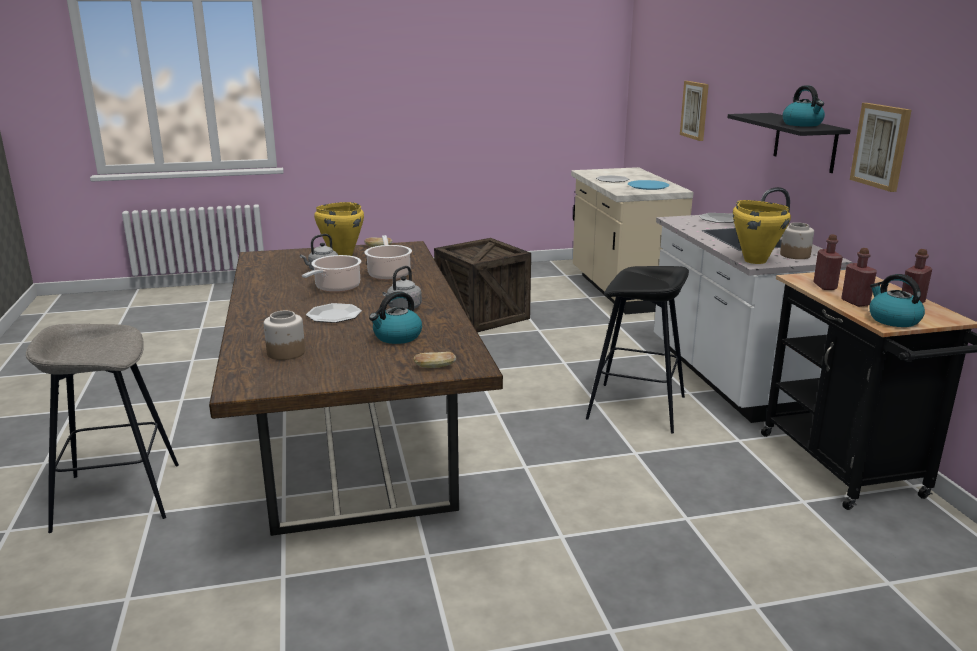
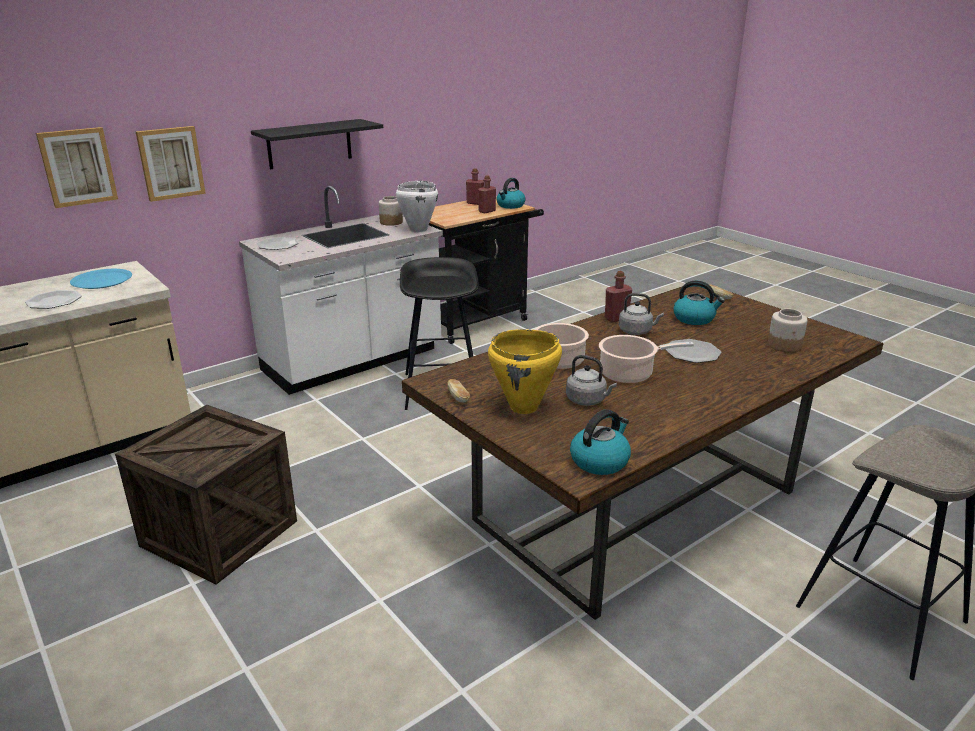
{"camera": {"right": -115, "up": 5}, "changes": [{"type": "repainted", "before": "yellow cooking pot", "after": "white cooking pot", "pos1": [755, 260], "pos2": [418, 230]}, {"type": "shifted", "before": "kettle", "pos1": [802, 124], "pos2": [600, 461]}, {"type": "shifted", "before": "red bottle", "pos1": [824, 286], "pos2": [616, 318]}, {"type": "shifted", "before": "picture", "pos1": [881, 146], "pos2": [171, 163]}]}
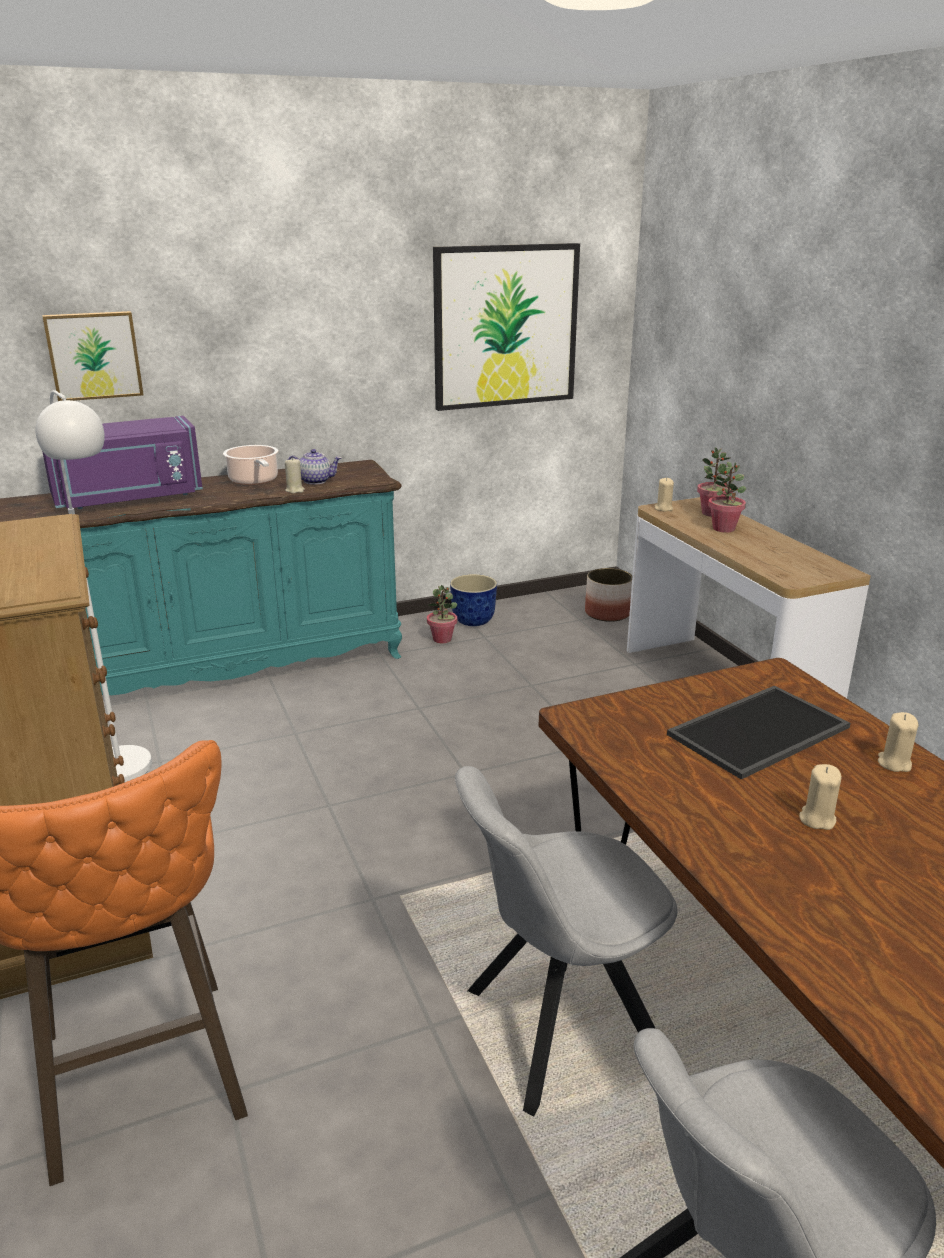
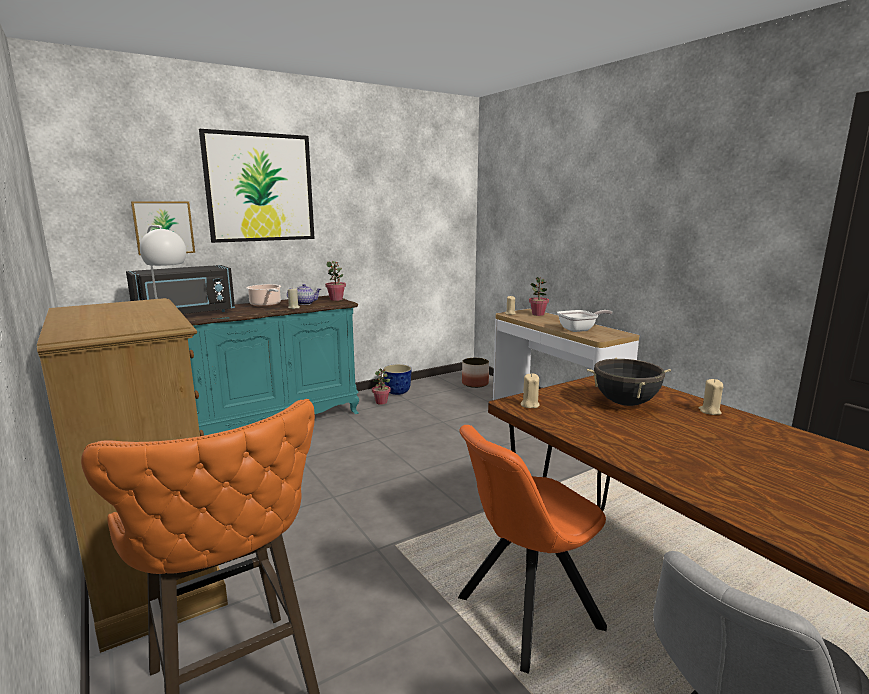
{"camera": {"right": -10, "up": -10}, "changes": [{"type": "repainted", "before": "purple microwave", "after": "black microwave", "pos1": [129, 498], "pos2": [186, 314]}, {"type": "shifted", "before": "picture", "pos1": [505, 326], "pos2": [260, 188]}, {"type": "repainted", "before": "grey chair", "after": "orange chair", "pos1": [559, 1029], "pos2": [526, 614]}, {"type": "swapped", "before": "tray", "after": "black cooking pot", "pos1": [759, 733], "pos2": [625, 403]}, {"type": "shifted", "before": "potted plant", "pos1": [724, 529], "pos2": [336, 299]}, {"type": "shifted", "before": "beige candle", "pos1": [817, 819], "pos2": [529, 405]}, {"type": "new", "after": "frying pan", "pos2": [580, 329]}]}
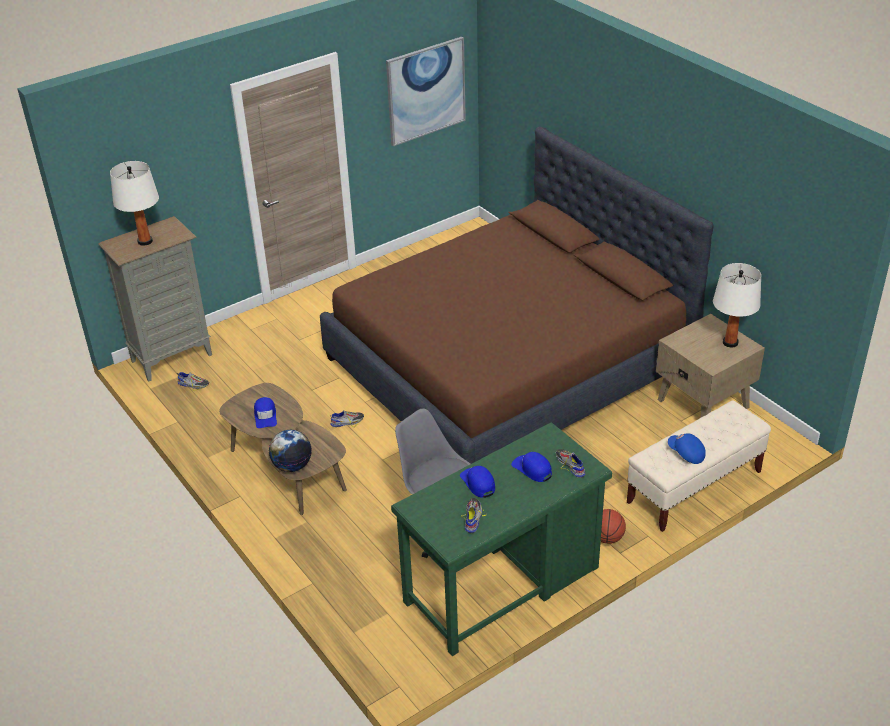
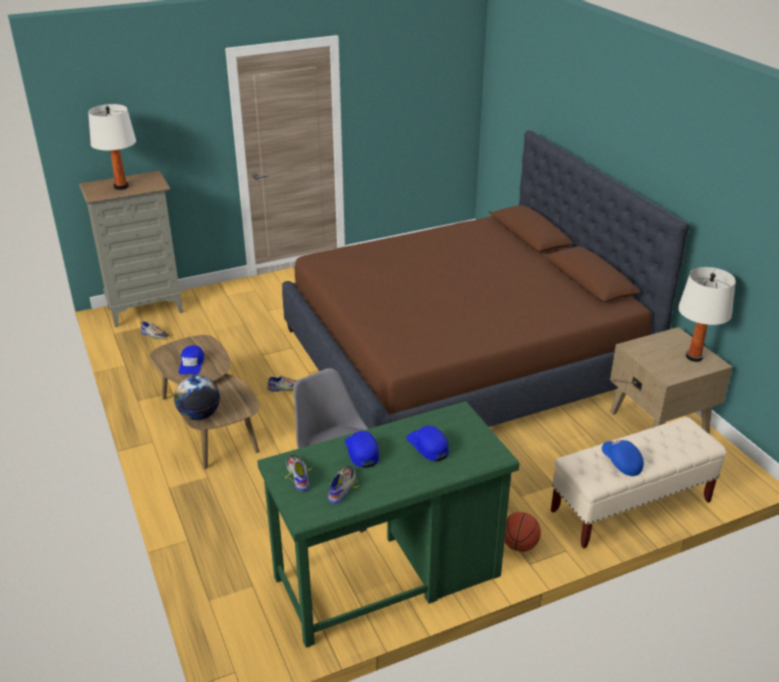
{"camera": {"right": 10, "up": -5}, "changes": [{"type": "gone", "before": "picture", "pos1": [426, 91]}, {"type": "shifted", "before": "shoe", "pos1": [570, 465], "pos2": [298, 475]}]}
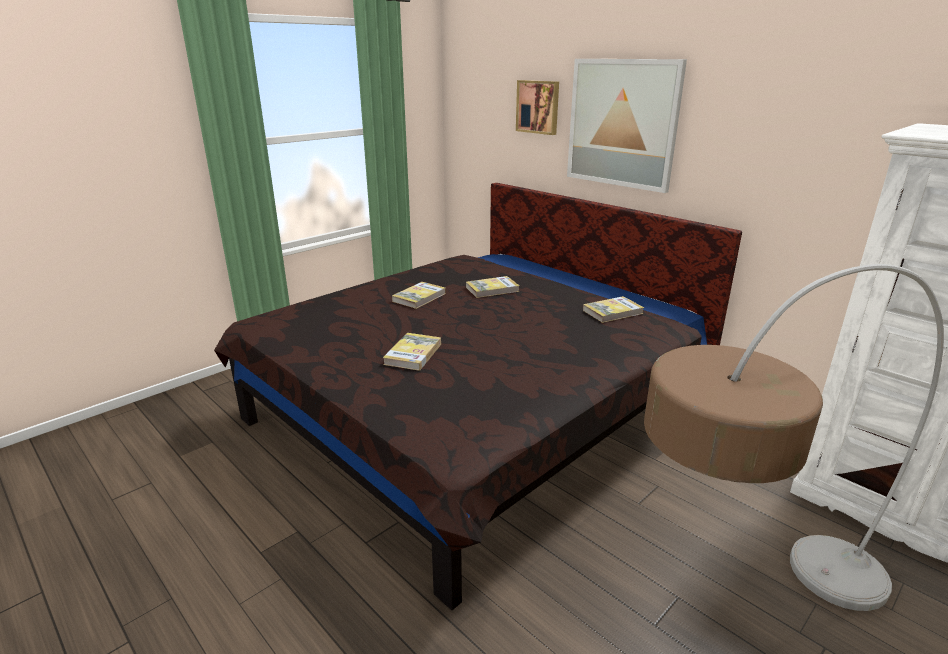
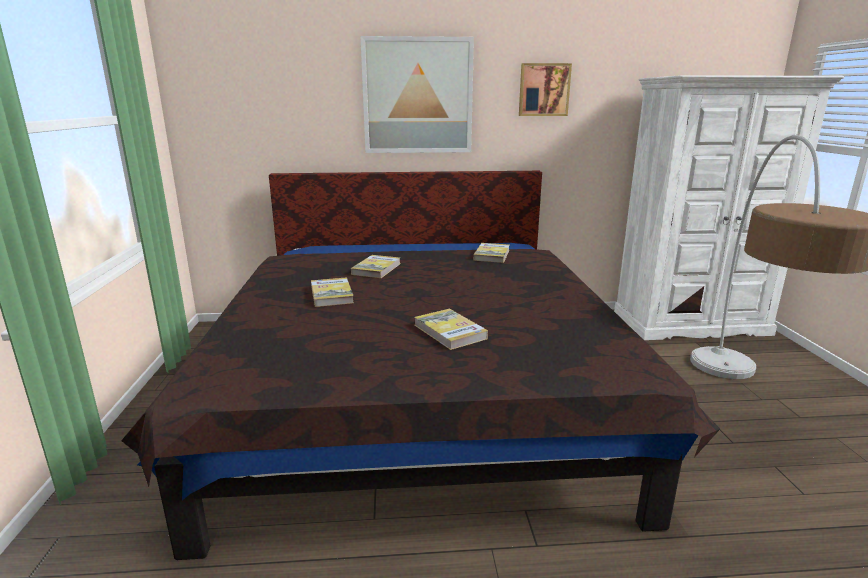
{"camera": {"right": -50, "up": -5}, "changes": [{"type": "shifted", "before": "picture", "pos1": [538, 107], "pos2": [544, 90]}]}
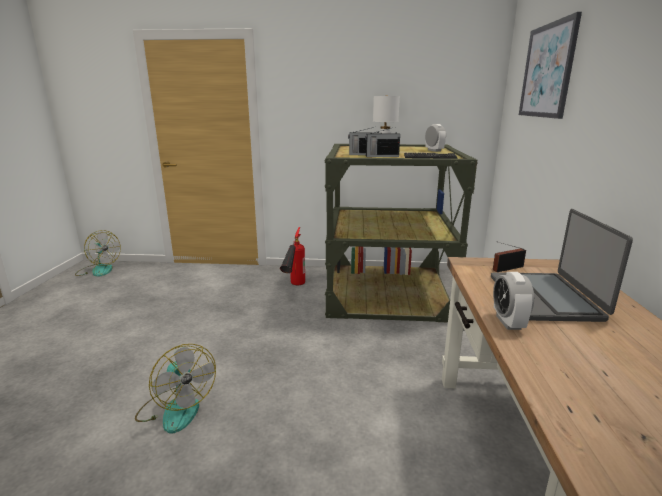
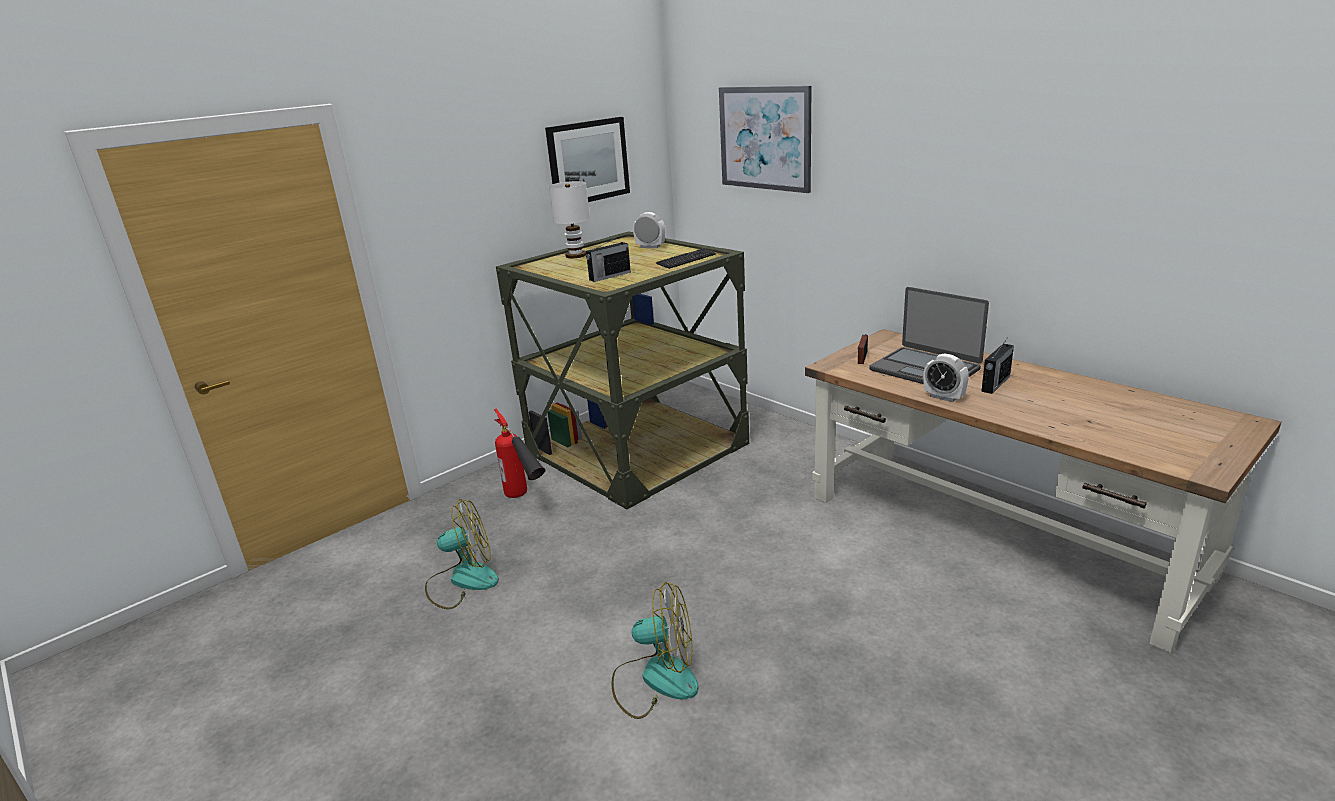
{"camera": {"right": -45, "up": 5}, "changes": [{"type": "shifted", "before": "fan", "pos1": [99, 270], "pos2": [462, 581]}, {"type": "shifted", "before": "radio", "pos1": [381, 156], "pos2": [995, 384]}, {"type": "new", "after": "picture", "pos2": [588, 161]}]}
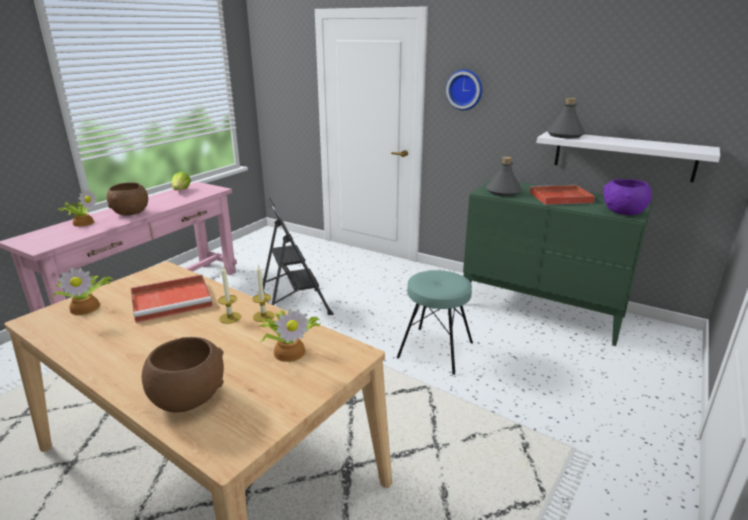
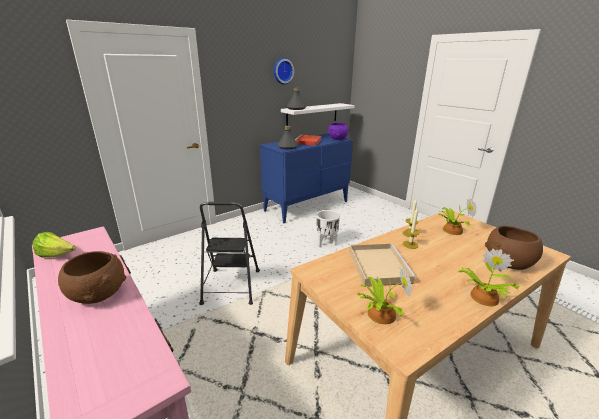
{"camera": {"right": -70, "up": 0}, "changes": [{"type": "shifted", "before": "potted plant", "pos1": [83, 222], "pos2": [482, 297]}, {"type": "repainted", "before": "red tray", "after": "beige tray", "pos1": [173, 300], "pos2": [378, 266]}, {"type": "swapped", "before": "turquoise stool", "after": "white planter", "pos1": [435, 350], "pos2": [326, 243]}, {"type": "shifted", "before": "wall clock", "pos1": [465, 89], "pos2": [282, 71]}, {"type": "repainted", "before": "green cabinet", "after": "blue cabinet", "pos1": [541, 310], "pos2": [307, 206]}]}
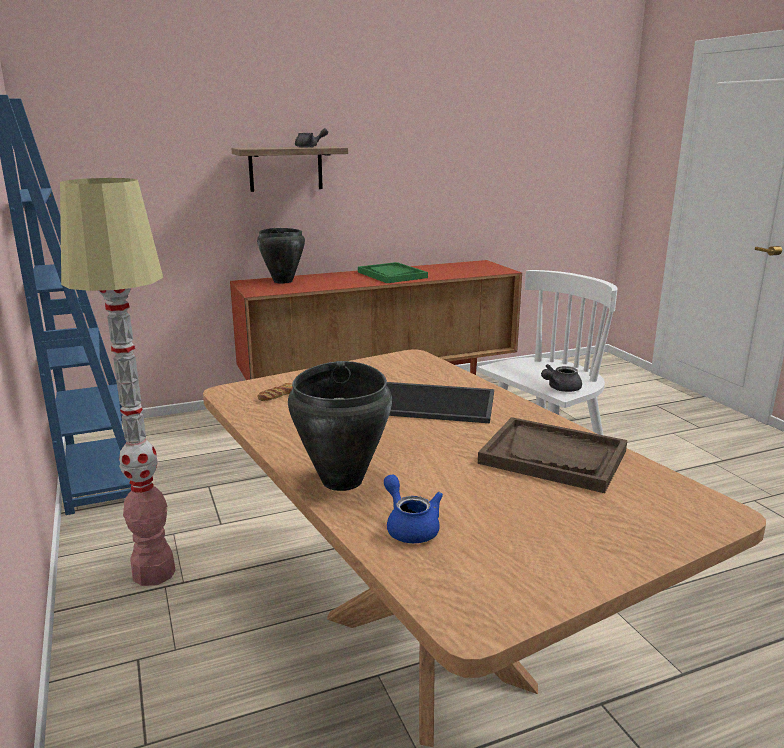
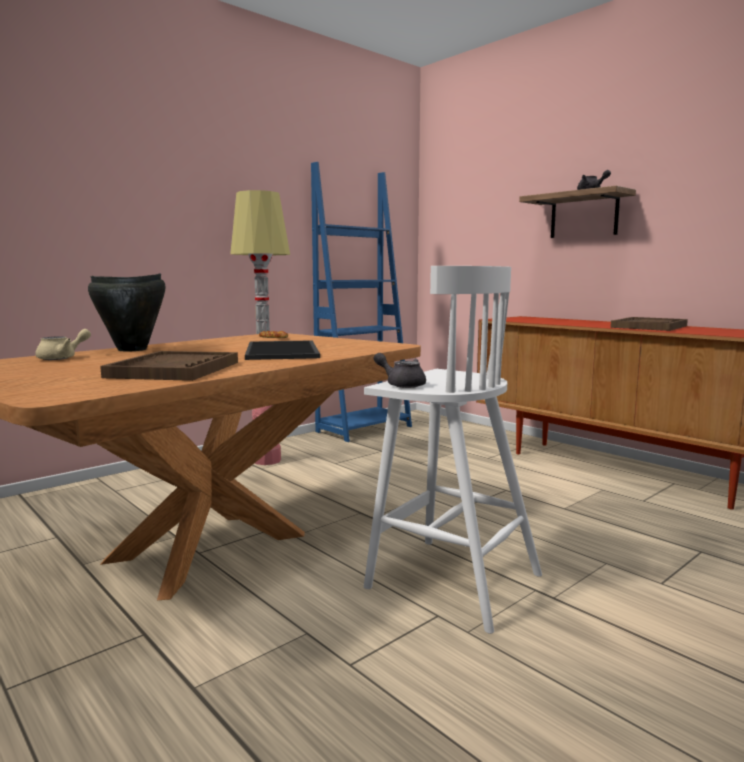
{"camera": {"right": 70, "up": -10}, "changes": [{"type": "gone", "before": "black cooking pot", "pos1": [283, 281]}, {"type": "repainted", "before": "green tray", "after": "brown tray", "pos1": [391, 275], "pos2": [649, 326]}, {"type": "repainted", "before": "blue teapot", "after": "beige teapot", "pos1": [410, 527], "pos2": [62, 358]}]}
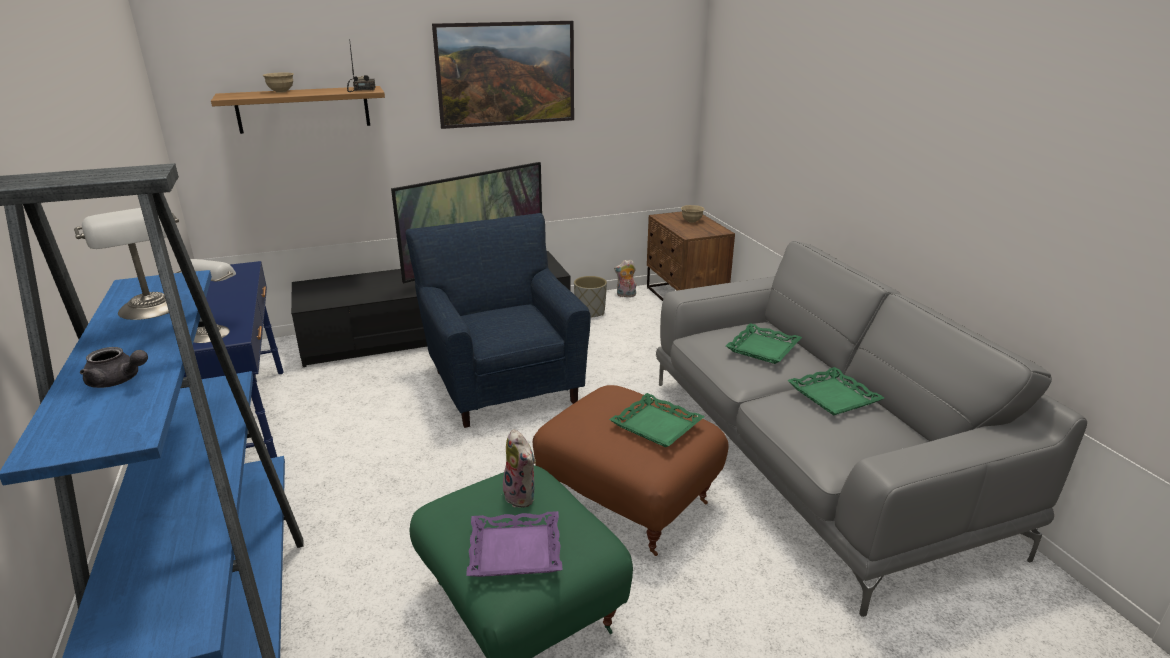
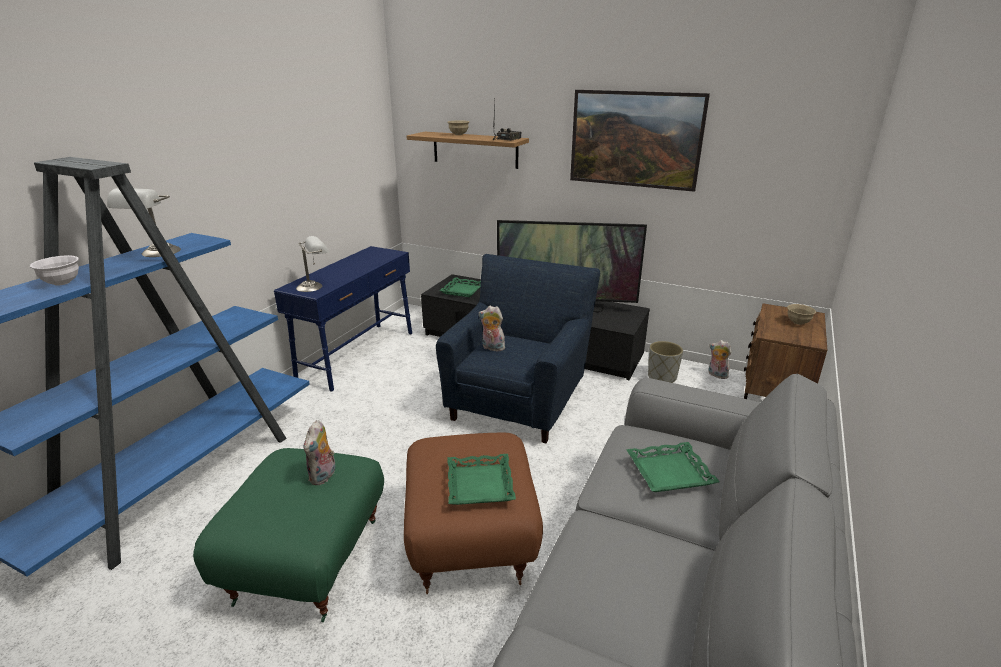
{"camera": {"right": 45, "up": 0}, "changes": [{"type": "swapped", "before": "grey teapot", "after": "white bowl", "pos1": [118, 381], "pos2": [62, 283]}, {"type": "gone", "before": "purple tray", "pos1": [515, 550]}, {"type": "shifted", "before": "green tray", "pos1": [834, 396], "pos2": [463, 290]}, {"type": "new", "after": "plush toy", "pos2": [492, 348]}]}
